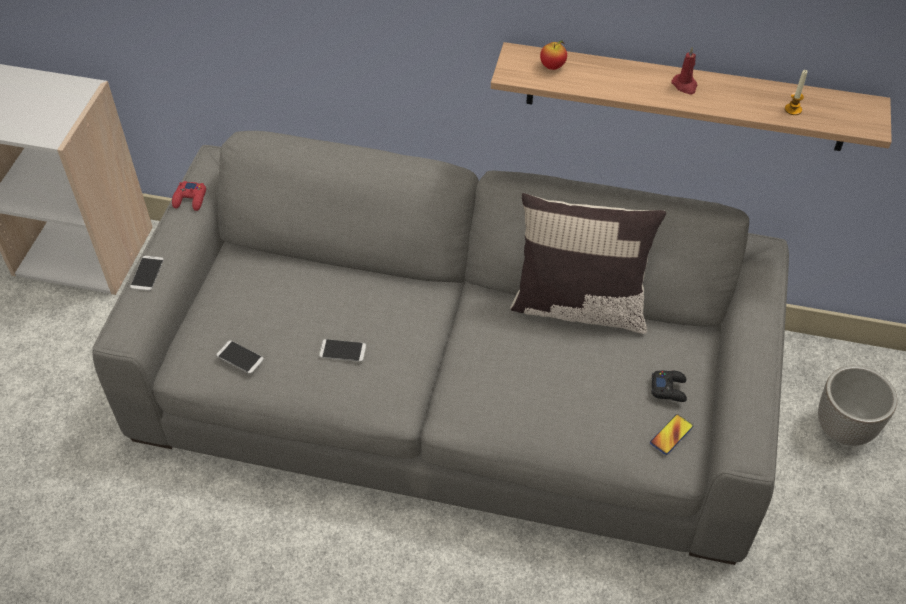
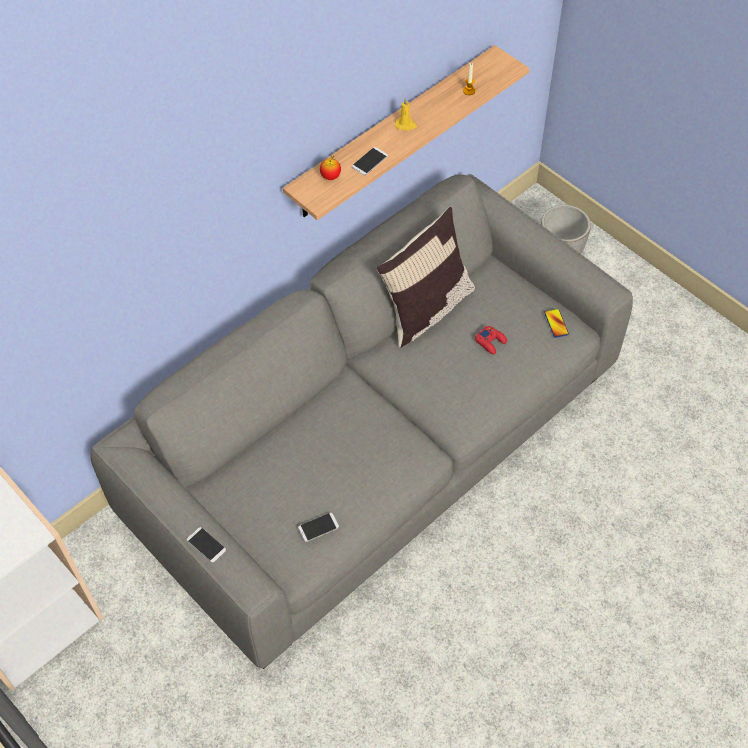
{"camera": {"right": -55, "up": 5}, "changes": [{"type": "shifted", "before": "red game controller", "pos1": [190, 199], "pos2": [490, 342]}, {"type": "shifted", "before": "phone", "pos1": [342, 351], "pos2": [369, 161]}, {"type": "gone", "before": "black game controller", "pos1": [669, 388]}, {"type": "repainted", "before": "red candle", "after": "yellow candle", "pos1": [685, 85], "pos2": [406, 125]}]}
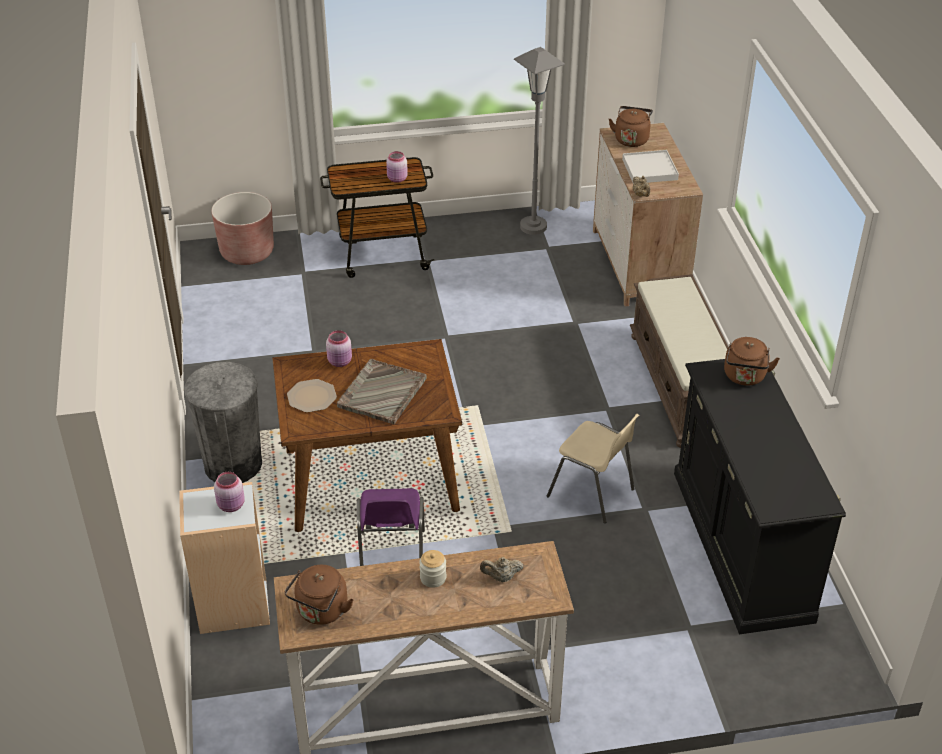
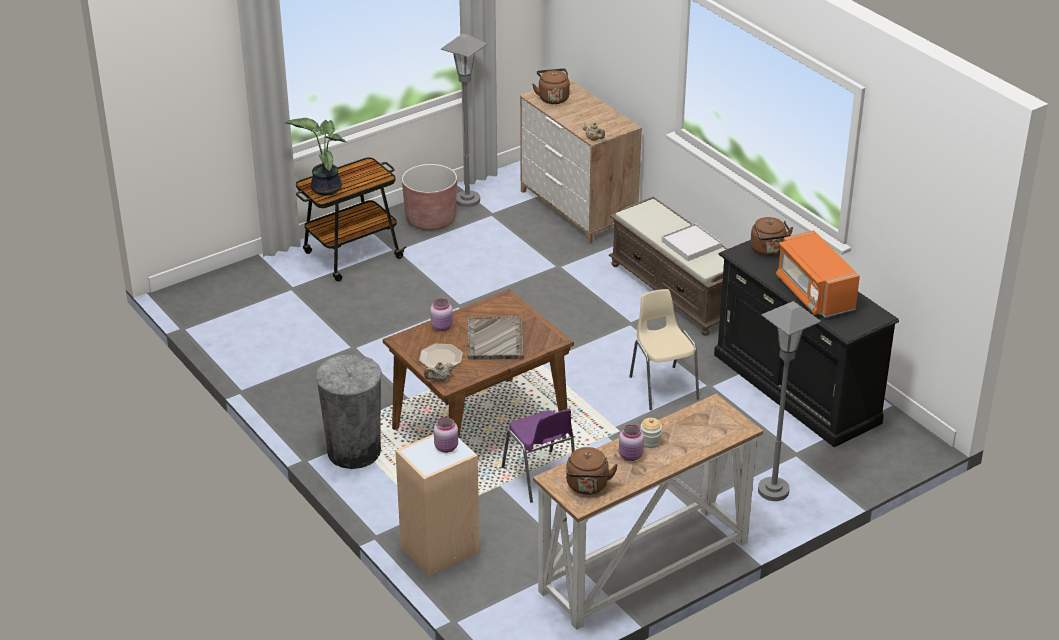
{"camera": {"right": -25, "up": -5}, "changes": [{"type": "shifted", "before": "brown planter", "pos1": [247, 252], "pos2": [431, 220]}, {"type": "shifted", "before": "pink jar", "pos1": [397, 179], "pos2": [631, 456]}, {"type": "shifted", "before": "beige teapot", "pos1": [501, 577], "pos2": [439, 380]}, {"type": "rotated", "before": "beige chair", "pos1": [592, 494], "pos2": [662, 387], "turn": -120}, {"type": "shifted", "before": "white tray", "pos1": [650, 169], "pos2": [691, 244]}, {"type": "new", "after": "potted plant", "pos2": [324, 188]}, {"type": "new", "after": "grey floor lamp", "pos2": [773, 491]}, {"type": "new", "after": "orange microwave", "pos2": [814, 293]}]}
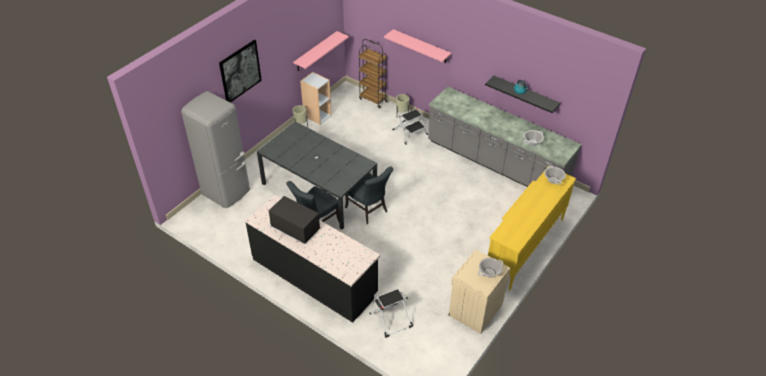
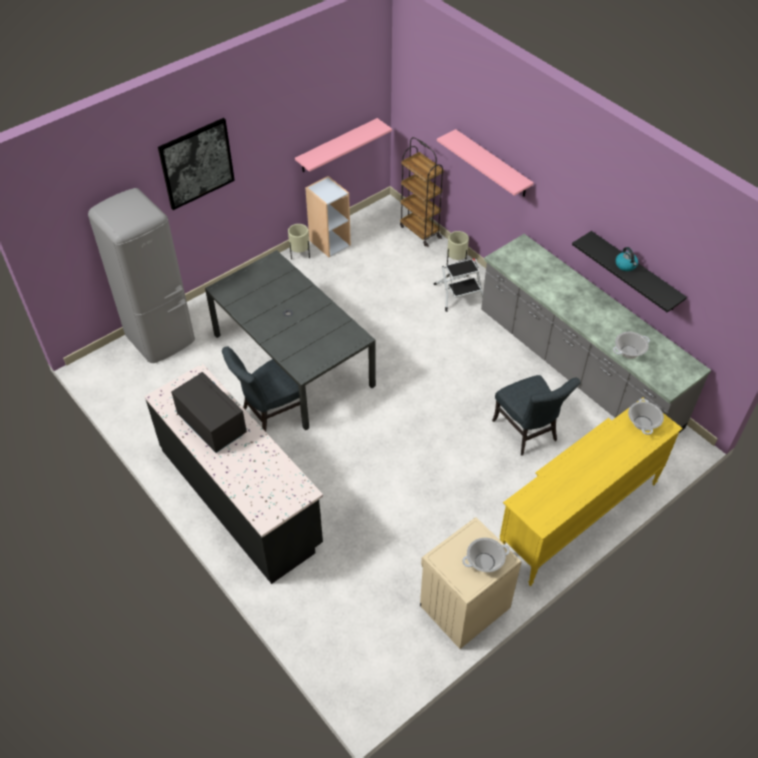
{"camera": {"right": 15, "up": 5}, "changes": [{"type": "shifted", "before": "grey chair", "pos1": [368, 210], "pos2": [528, 432]}, {"type": "gone", "before": "step ladder", "pos1": [391, 318]}]}
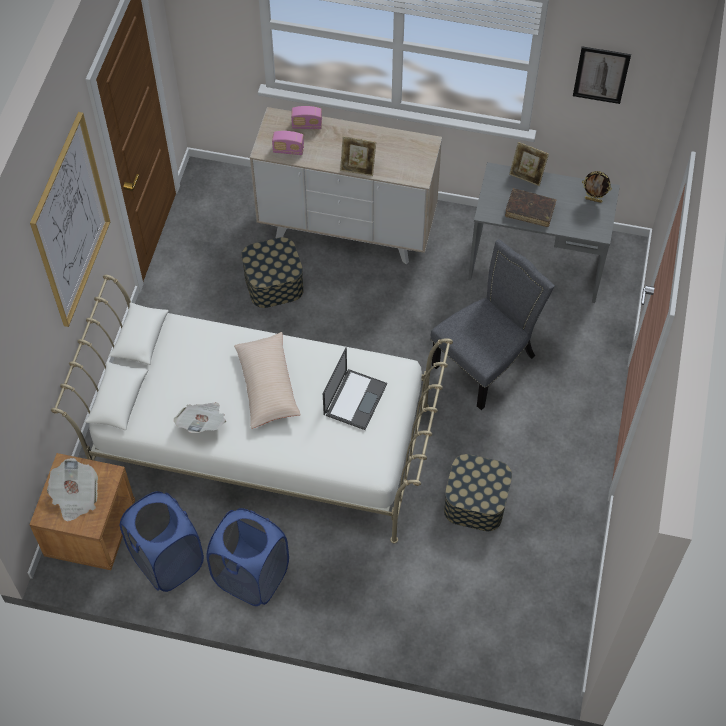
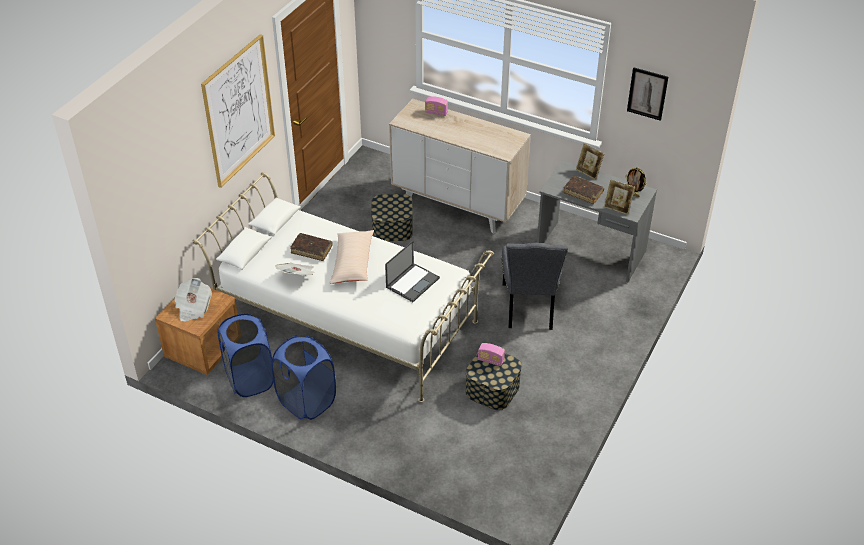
{"camera": {"right": 15, "up": -15}, "changes": [{"type": "shifted", "before": "radio", "pos1": [288, 150], "pos2": [490, 360]}, {"type": "shifted", "before": "picture frame", "pos1": [358, 168], "pos2": [617, 208]}, {"type": "rotated", "before": "grey chair", "pos1": [484, 364], "pos2": [529, 304], "turn": 120}, {"type": "new", "after": "brown book", "pos2": [311, 250]}]}
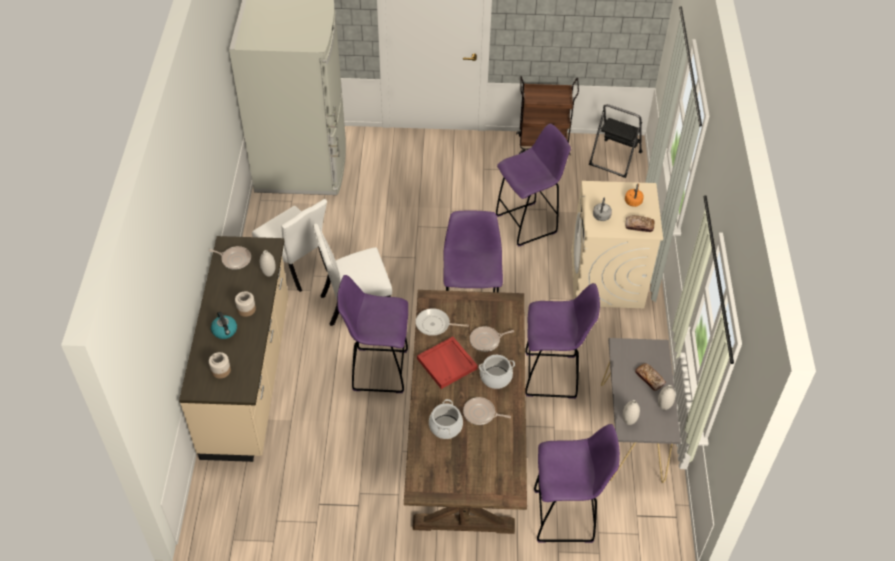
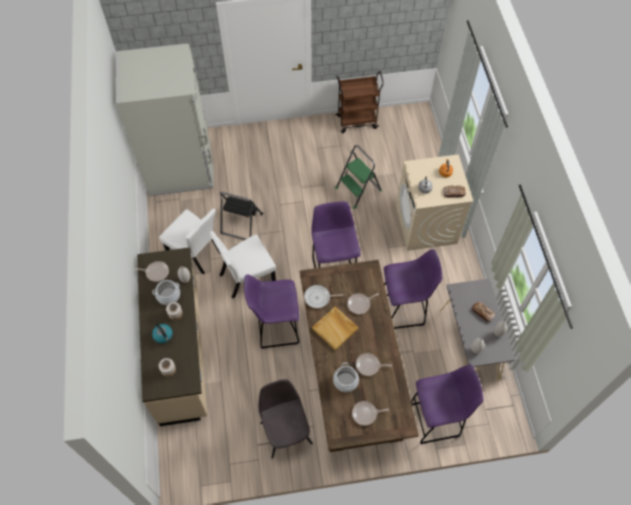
{"camera": {"right": -10, "up": 10}, "changes": [{"type": "repainted", "before": "red tray", "after": "beige tray", "pos1": [447, 364], "pos2": [335, 329]}, {"type": "shifted", "before": "cooking pot", "pos1": [496, 377], "pos2": [168, 296]}, {"type": "swapped", "before": "purple stool", "after": "green step ladder", "pos1": [528, 223], "pos2": [360, 188]}, {"type": "shifted", "before": "black step ladder", "pos1": [614, 159], "pos2": [240, 224]}, {"type": "new", "after": "grey chair", "pos2": [285, 431]}, {"type": "new", "after": "frying pan", "pos2": [365, 414]}]}
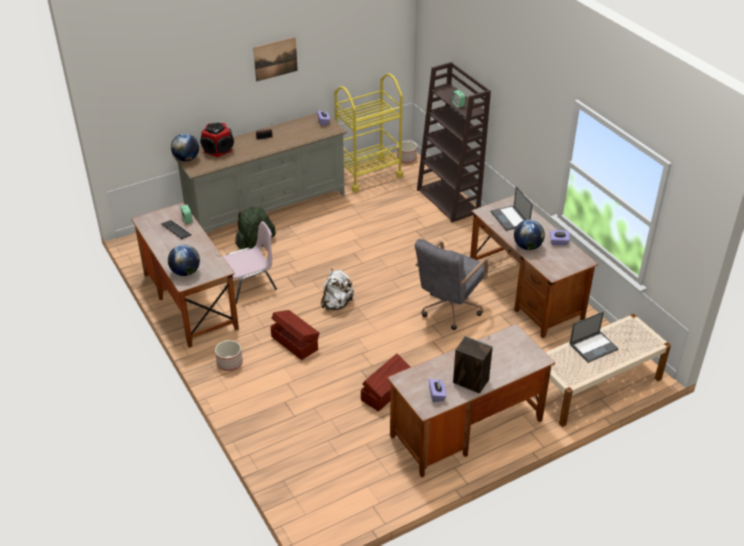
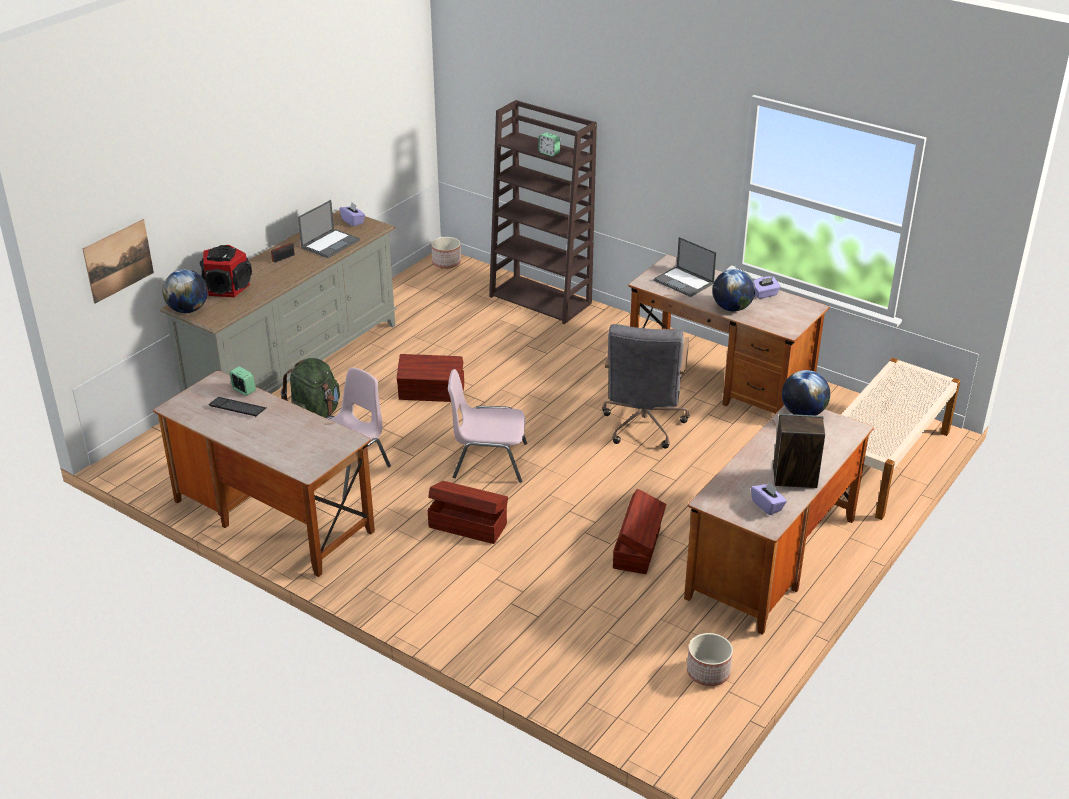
{"camera": {"right": -25, "up": -5}, "changes": [{"type": "shifted", "before": "globe", "pos1": [185, 272], "pos2": [803, 413]}, {"type": "shifted", "before": "planter", "pos1": [229, 363], "pos2": [707, 672]}, {"type": "shifted", "before": "picture", "pos1": [275, 59], "pos2": [118, 260]}, {"type": "swapped", "before": "white backpack", "after": "pink chair", "pos1": [337, 304], "pos2": [488, 461]}, {"type": "gone", "before": "yellow cart", "pos1": [368, 174]}, {"type": "shifted", "before": "laptop", "pos1": [593, 346], "pos2": [331, 243]}, {"type": "new", "after": "brown storage box", "pos2": [432, 393]}]}
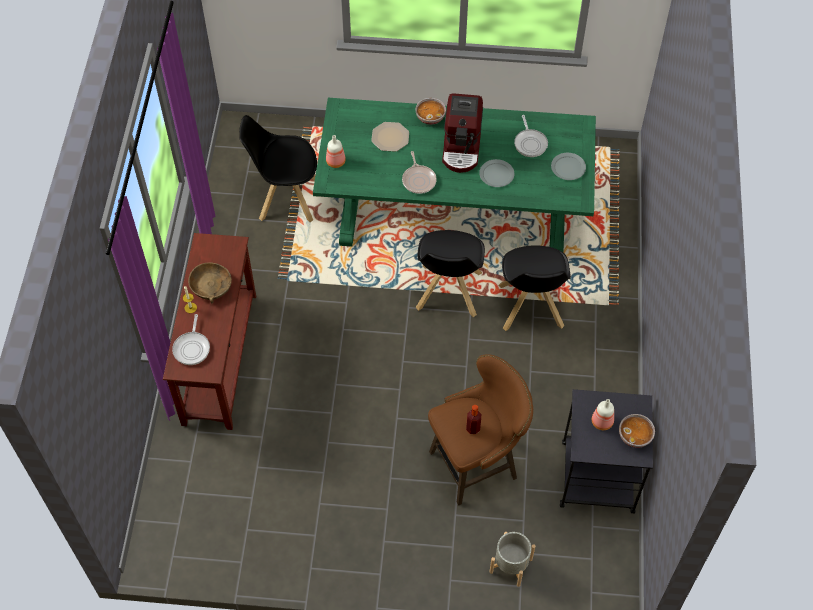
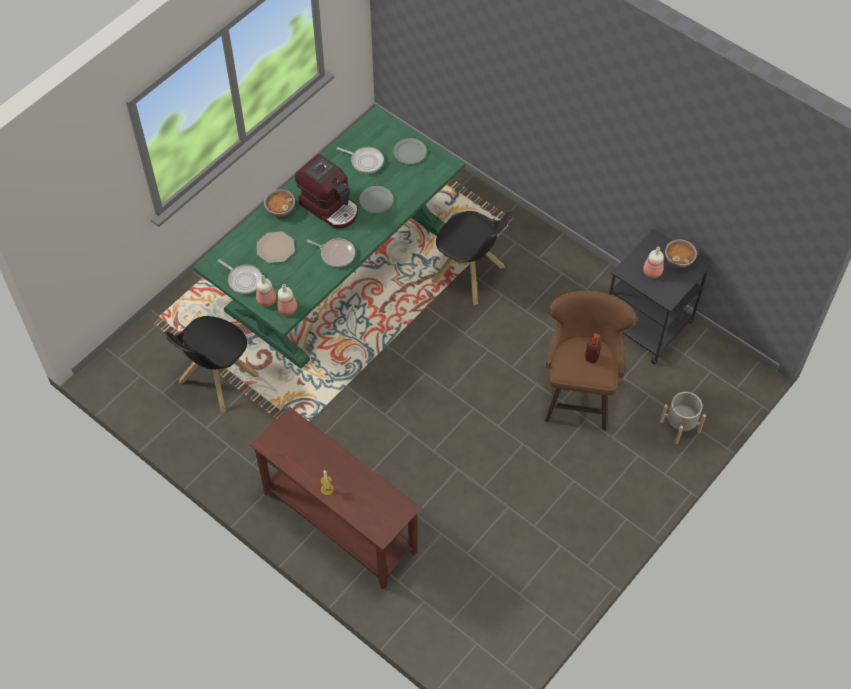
{"camera": {"right": -55, "up": 0}, "changes": [{"type": "shifted", "before": "frying pan", "pos1": [192, 348], "pos2": [243, 279]}, {"type": "gone", "before": "brown bowl", "pos1": [211, 286]}, {"type": "gone", "before": "black chair", "pos1": [448, 292]}, {"type": "new", "after": "bottle", "pos2": [288, 308]}]}
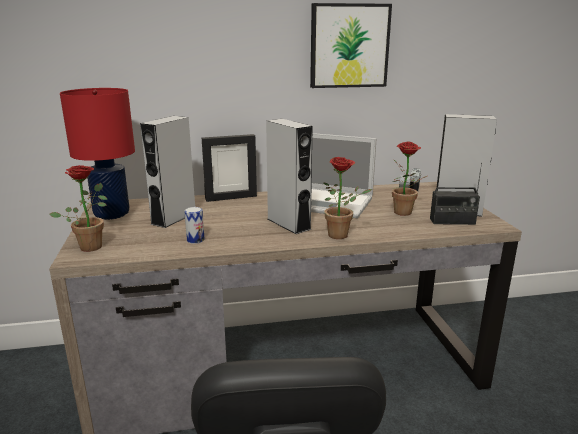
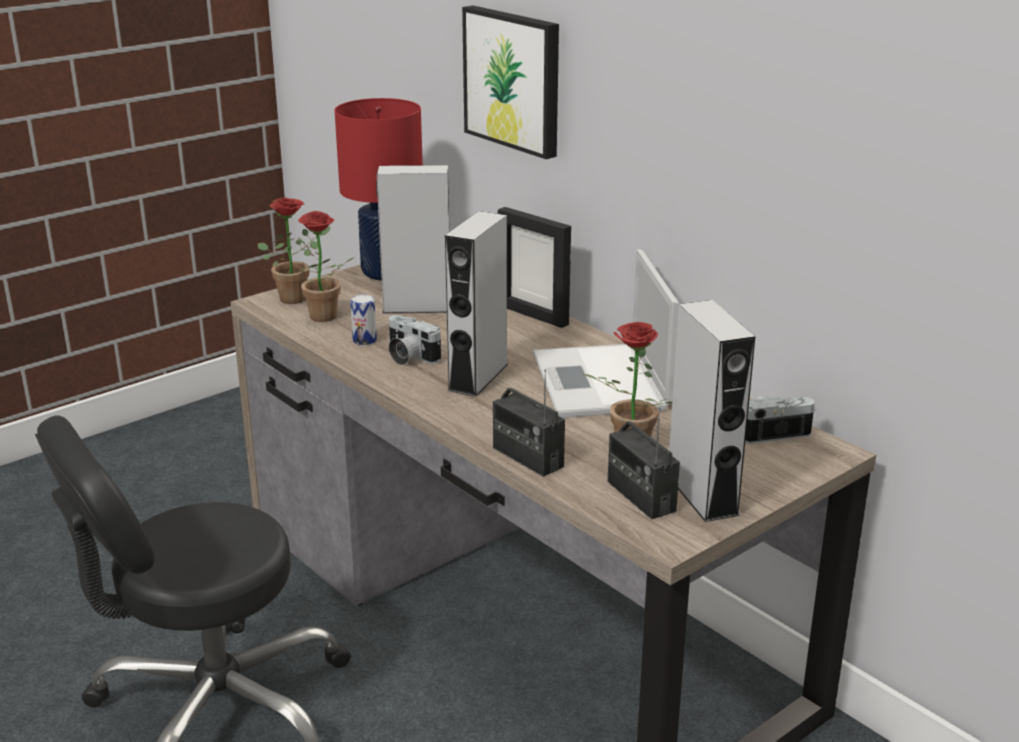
{"camera": {"right": 60, "up": 5}, "changes": [{"type": "shifted", "before": "picture", "pos1": [349, 46], "pos2": [514, 80]}, {"type": "shifted", "before": "potted plant", "pos1": [342, 235], "pos2": [324, 319]}, {"type": "new", "after": "photo camera", "pos2": [408, 357]}, {"type": "new", "after": "radio", "pos2": [527, 457]}]}
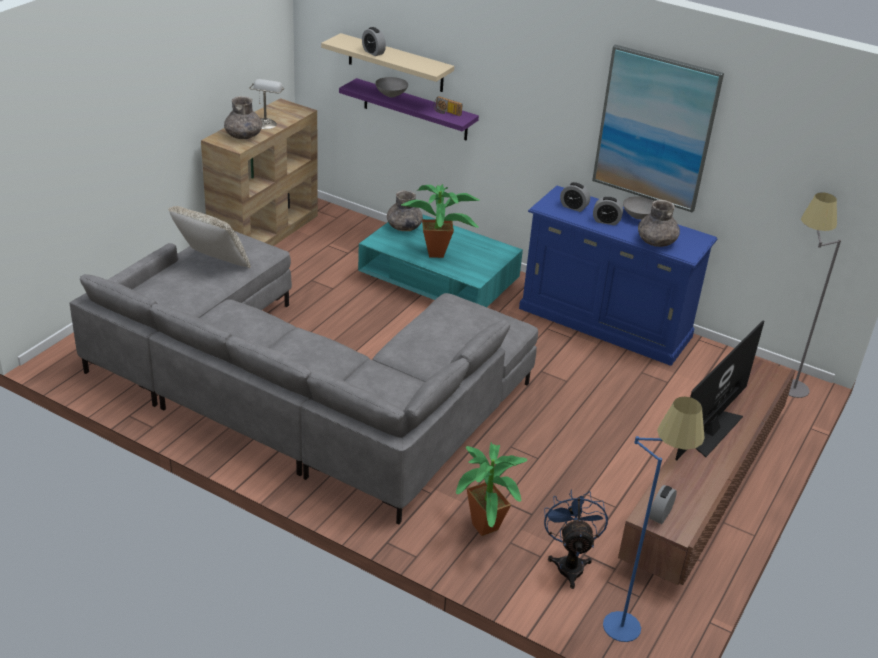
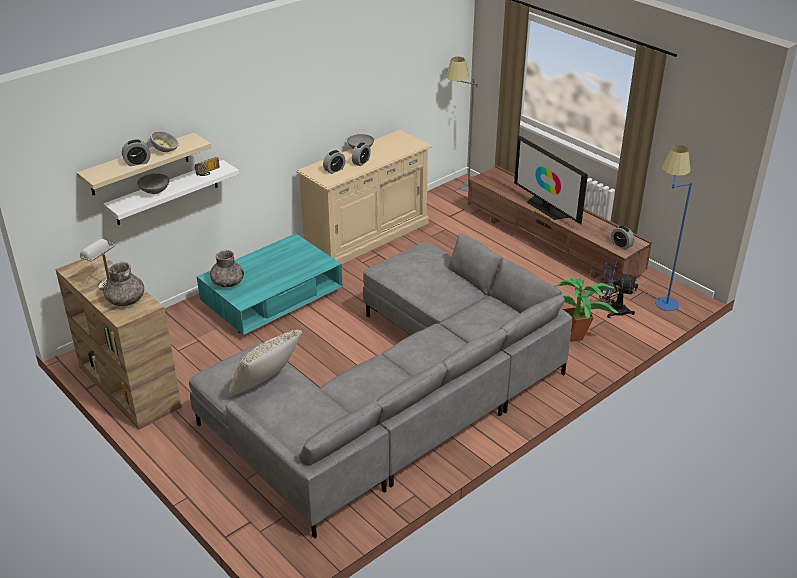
{"camera": {"right": -70, "up": 0}, "changes": [{"type": "repainted", "before": "purple shelf", "after": "white shelf", "pos1": [415, 110], "pos2": [167, 193]}, {"type": "gone", "before": "potted plant", "pos1": [440, 254]}, {"type": "repainted", "before": "blue cabinet", "after": "beige cabinet", "pos1": [605, 322], "pos2": [367, 236]}, {"type": "gone", "before": "picture", "pos1": [655, 128]}, {"type": "gone", "before": "grey vase", "pos1": [656, 241]}, {"type": "new", "after": "bowl", "pos2": [166, 150]}]}
